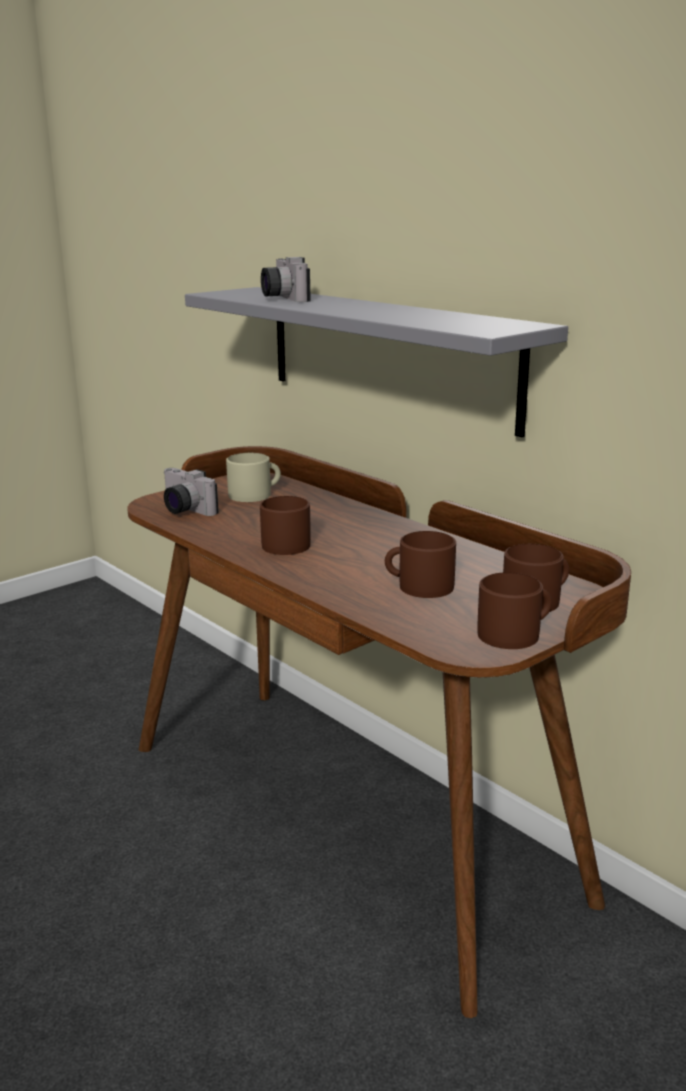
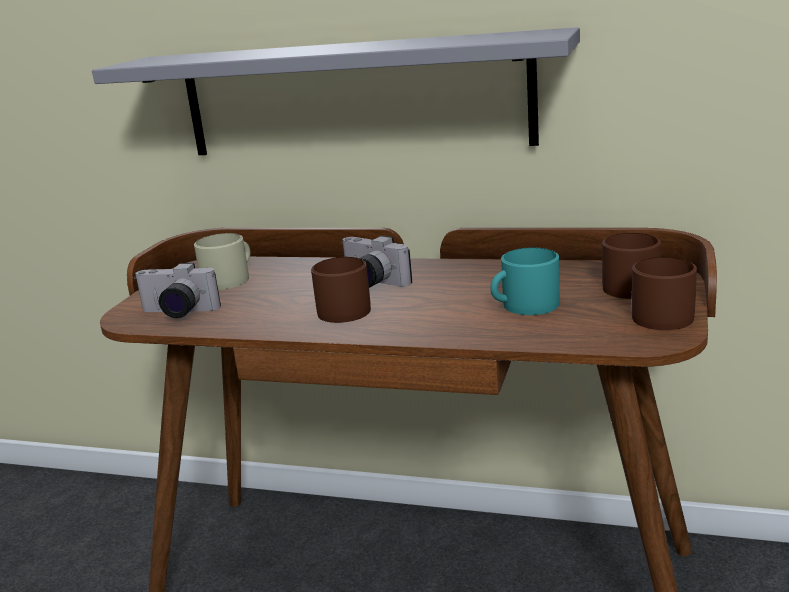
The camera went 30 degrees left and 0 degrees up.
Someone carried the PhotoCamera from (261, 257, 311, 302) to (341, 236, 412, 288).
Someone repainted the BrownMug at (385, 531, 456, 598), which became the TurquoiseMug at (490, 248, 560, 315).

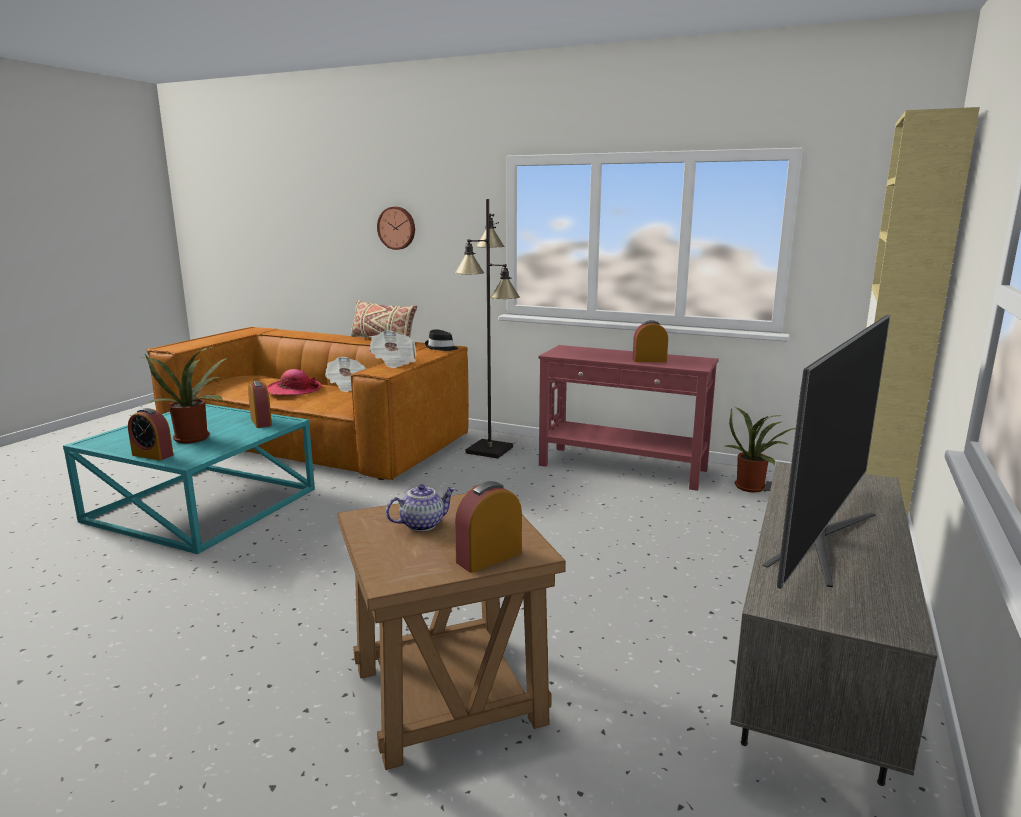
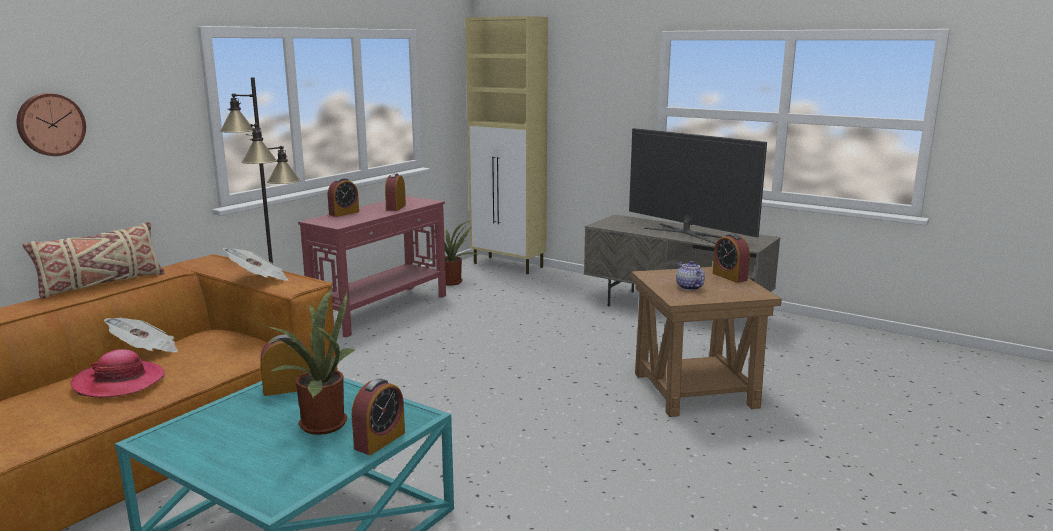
The camera went 80 degrees left and 0 degrees up.
Someone took away the BlackishWearableHat at (425, 329, 458, 351).
Someone put down the AlarmClock at (328, 178, 359, 217).

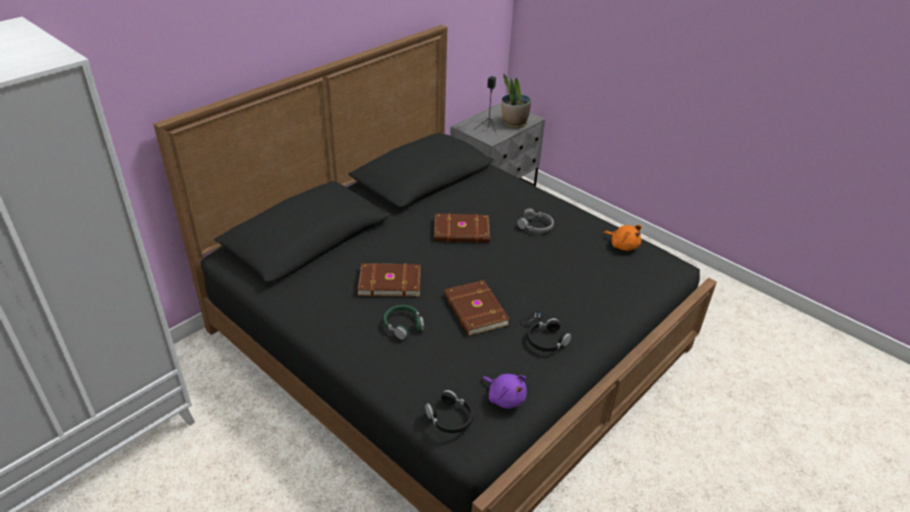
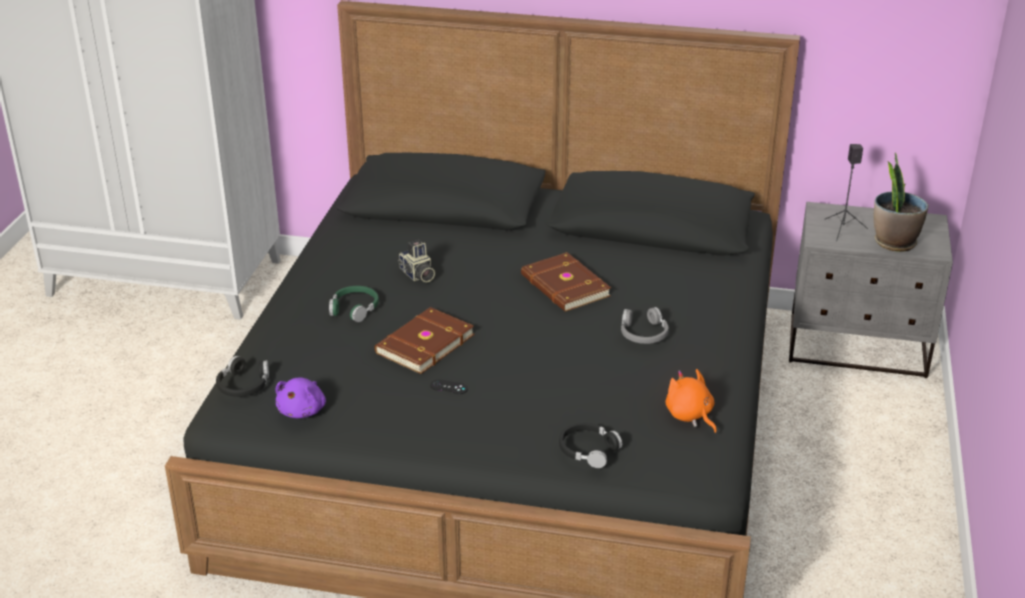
The camera went 60 degrees right and 5 degrees down.
Someone carried the BlackishHeadphones from (527, 318, 572, 352) to (559, 423, 622, 468).
Someone swapped the BrownBoundBook at (357, 263, 421, 297) for the PhotoCamera at (398, 240, 435, 282).
Someone rotated the OrangeColouredPlushToy at (604, 225, 642, 251) by 135 degrees clockwise.

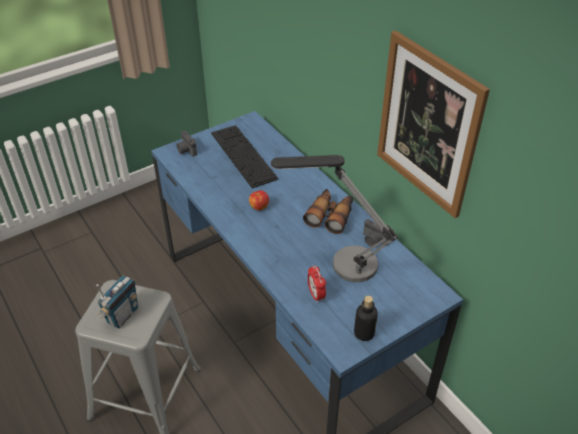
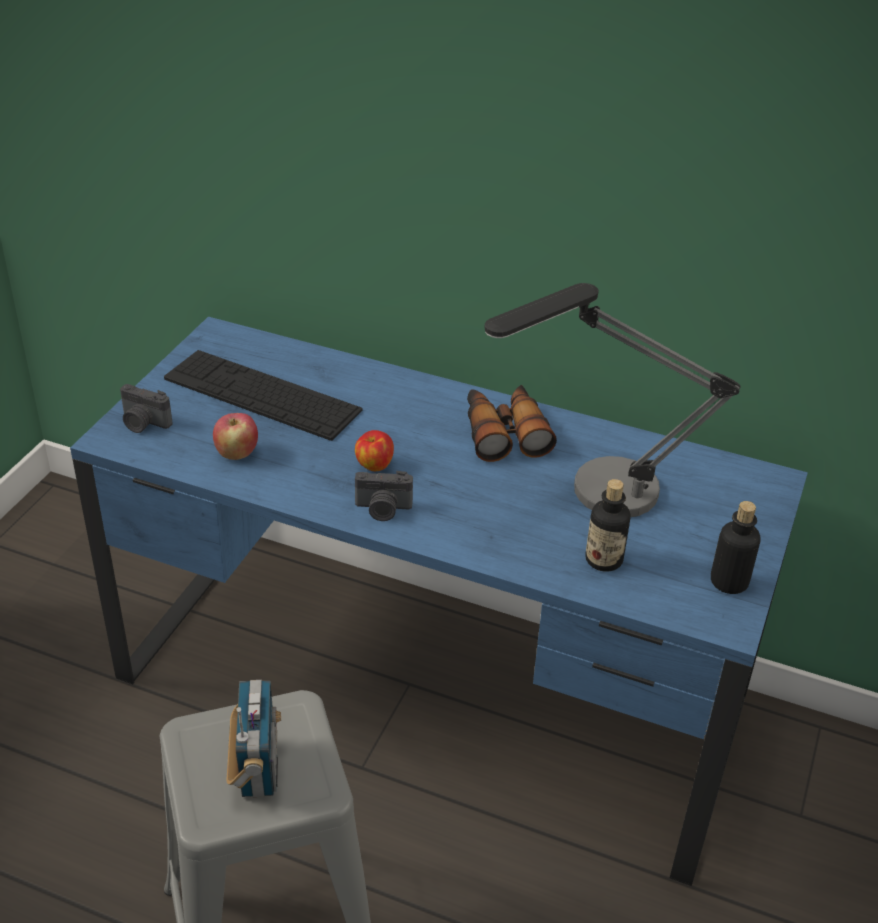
The camera went 35 degrees left and 5 degrees down.
Someone took away the WallPicture at (377, 30, 490, 218).
Someone put down the Apple at (213, 413, 258, 460).
Someone carried the PhotoCamera from (363, 219, 389, 247) to (355, 471, 413, 521).
Someone swapped the AlarmClock at (307, 265, 326, 302) for the DrinkBottle at (586, 479, 631, 572).

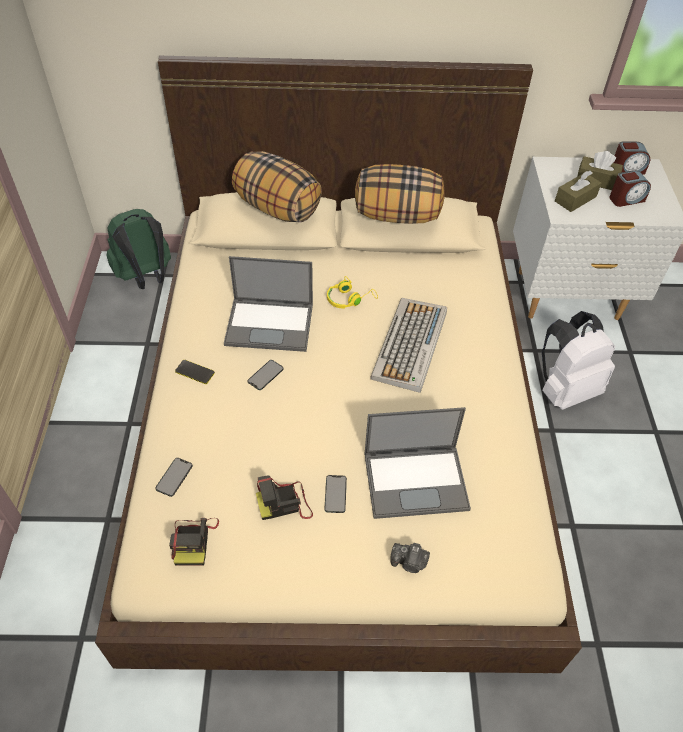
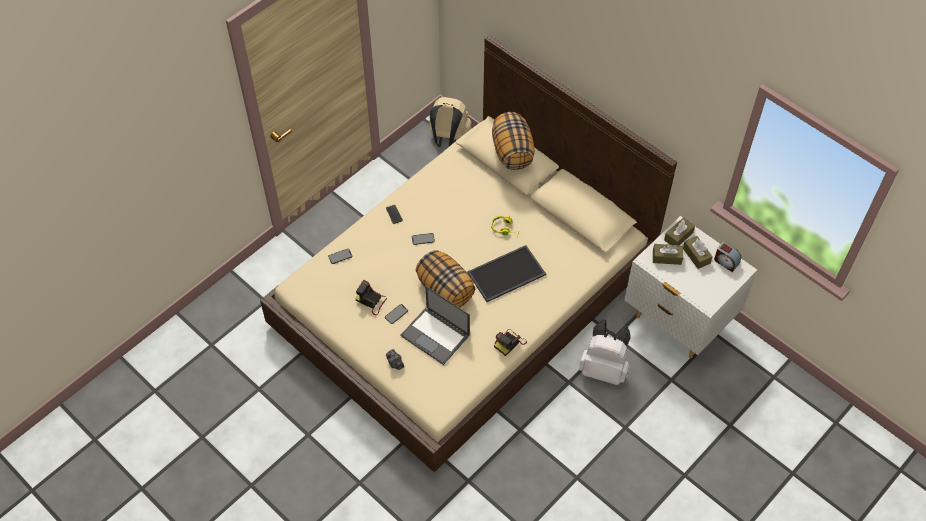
The camera went 45 degrees right and 5 degrees up.
Someone took away the NotebookComputer at (224, 256, 313, 352).
Someone took away the AlarmClock at (609, 170, 651, 207).
Someone put down the BrownTissueHolder at (664, 217, 695, 245).
Someone carried the PhotoCamera from (169, 518, 219, 566) to (494, 329, 527, 356).
Someone carried the Cushion from (355, 164, 445, 224) to (416, 250, 475, 308).
Someone swapped the Keyboard at (371, 298, 447, 393) for the ServingTray at (467, 245, 546, 302).
Someone repainted the GreenKnapsack at (106, 209, 171, 289), which became the BeigeKnapsack at (429, 97, 471, 147).

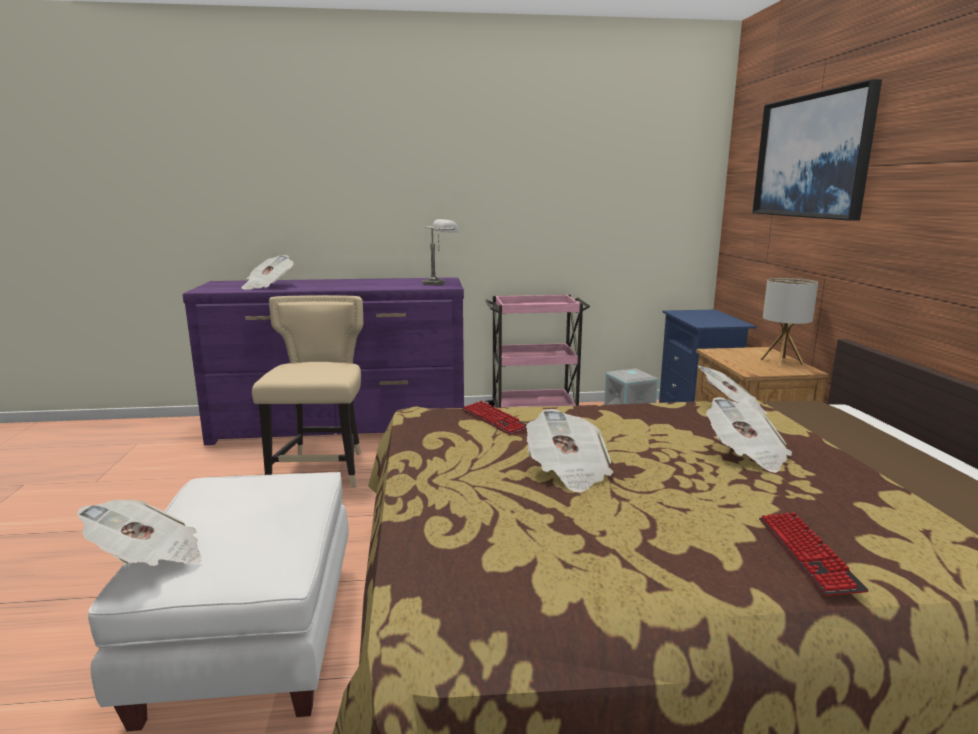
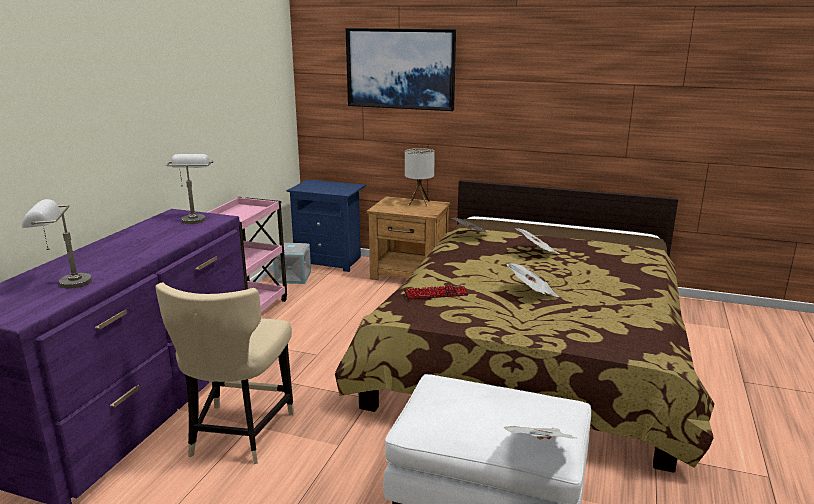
The camera went 65 degrees left and 5 degrees up.
Someone took away the Keyboard at (759, 512, 869, 596).
Someone swapped the Newspaper at (241, 255, 294, 290) for the GreyLampForATable at (22, 199, 92, 289).
Someone rotated the BeigePlainChair at (252, 295, 363, 488) by 105 degrees counterclockwise.

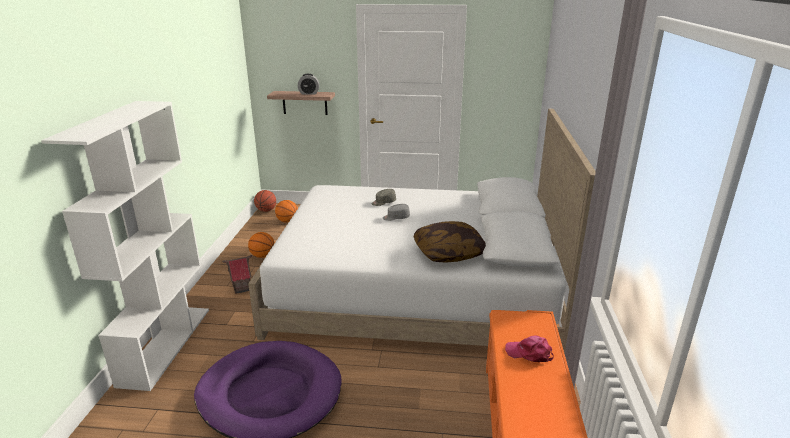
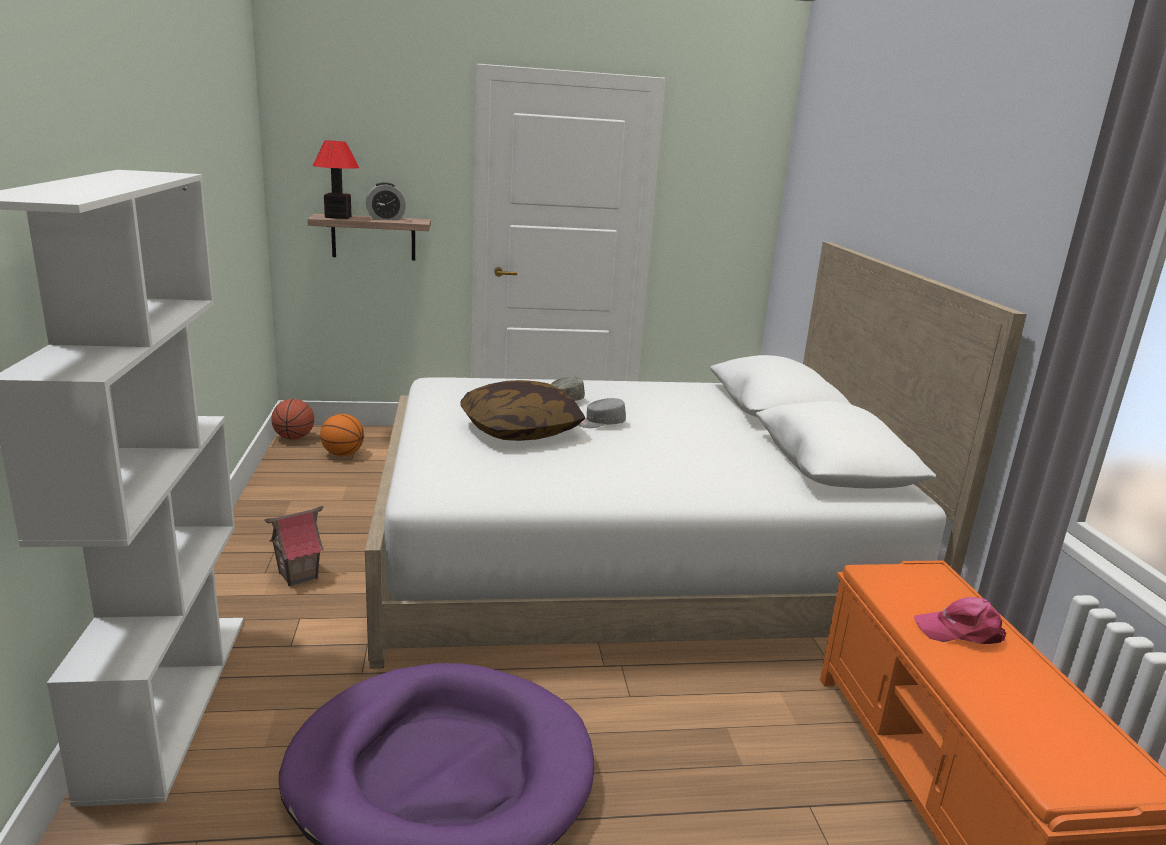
The camera went 15 degrees left and 5 degrees down.
Someone took away the BasketballBall at (248, 232, 275, 258).
Someone put down the LampForATable at (313, 141, 359, 219).
Someone carried the Cushion from (414, 221, 486, 262) to (460, 380, 585, 441).

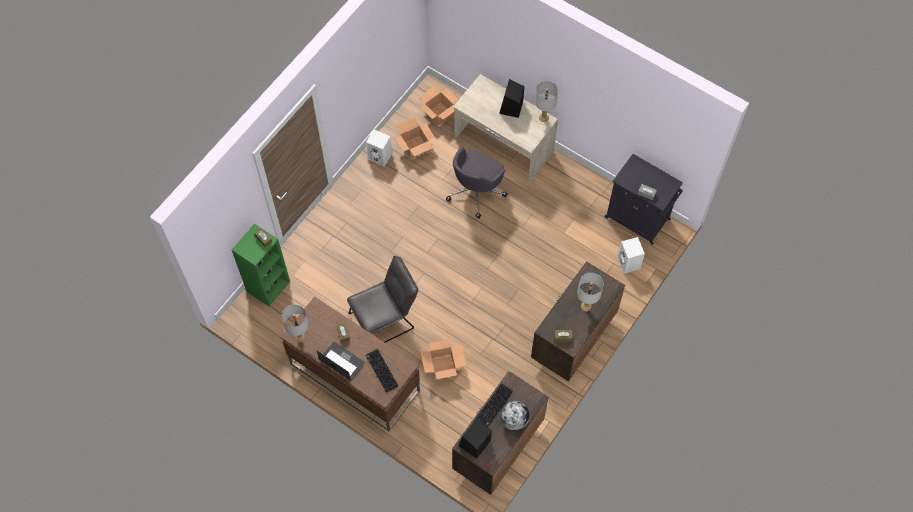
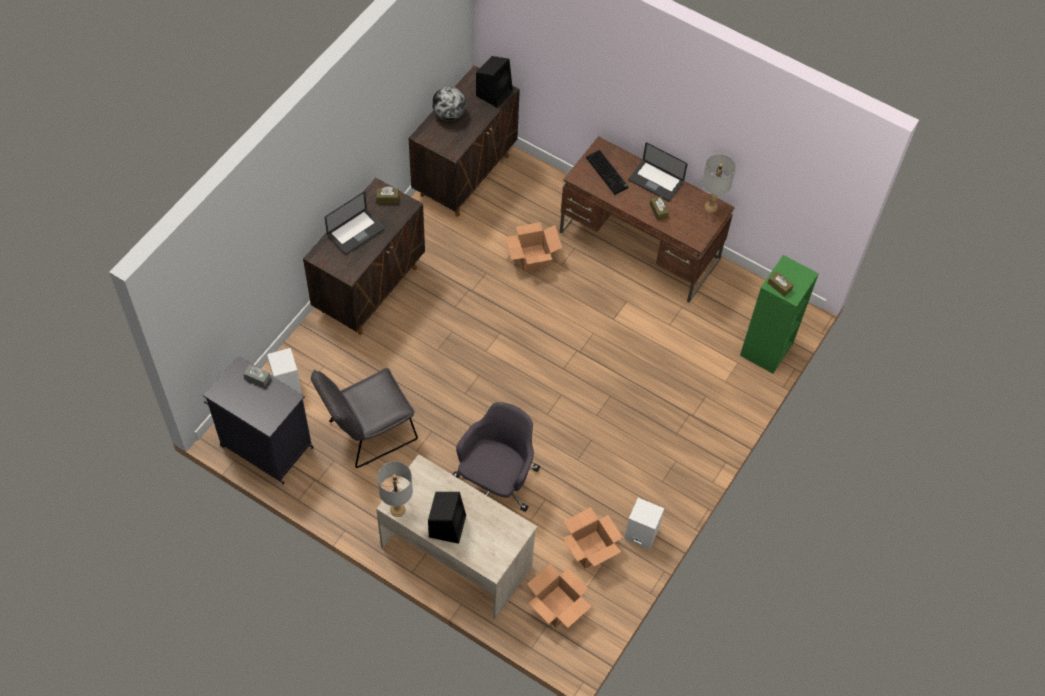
The camera went 175 degrees right and 5 degrees down.
Someone took away the Keyboard at (477, 384, 513, 427).
Someone carried the GreyPlainChair from (347, 256, 418, 343) to (311, 368, 418, 468).
Someone swapped the GreyLampForATable at (577, 273, 604, 311) for the NotebookComputer at (325, 191, 385, 254).

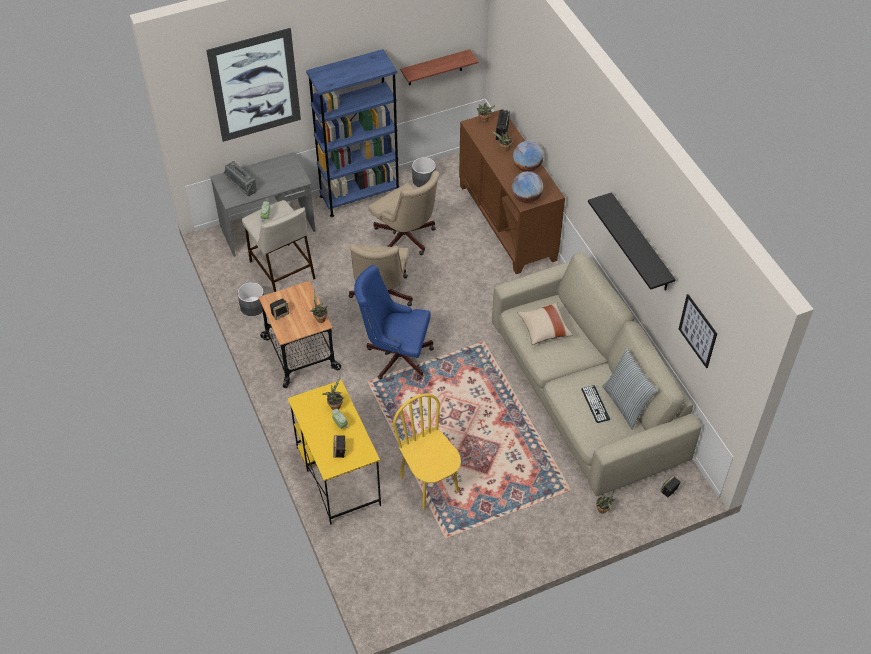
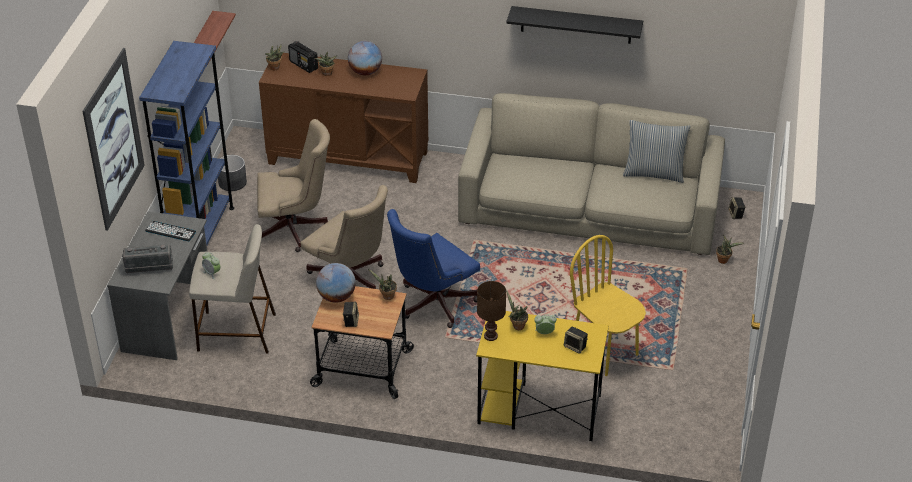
The camera went 55 degrees left and 10 degrees down.
Someone took away the GreyPlantPot at (237, 282, 264, 316).
Someone took away the BeigeCushion at (518, 302, 573, 345).
Someone took away the WallPicture at (679, 294, 717, 368).
Someone put down the BrownLampForATable at (477, 281, 506, 341).
Someone carried the Globe from (512, 171, 543, 203) to (316, 263, 356, 303).
Someone carried the Keyboard from (581, 385, 610, 423) to (145, 221, 196, 241).
Someone rotated the YellowColouredPlainChair at (393, 394, 461, 510) by 45 degrees clockwise.

